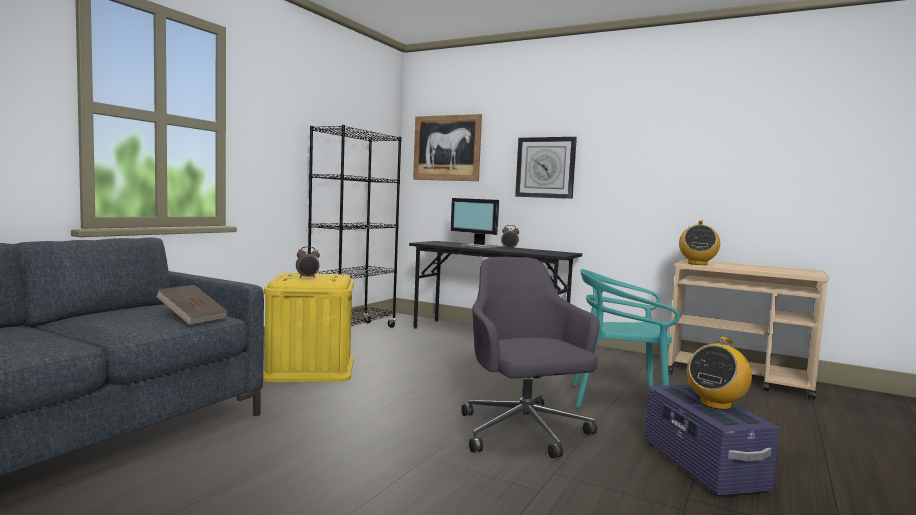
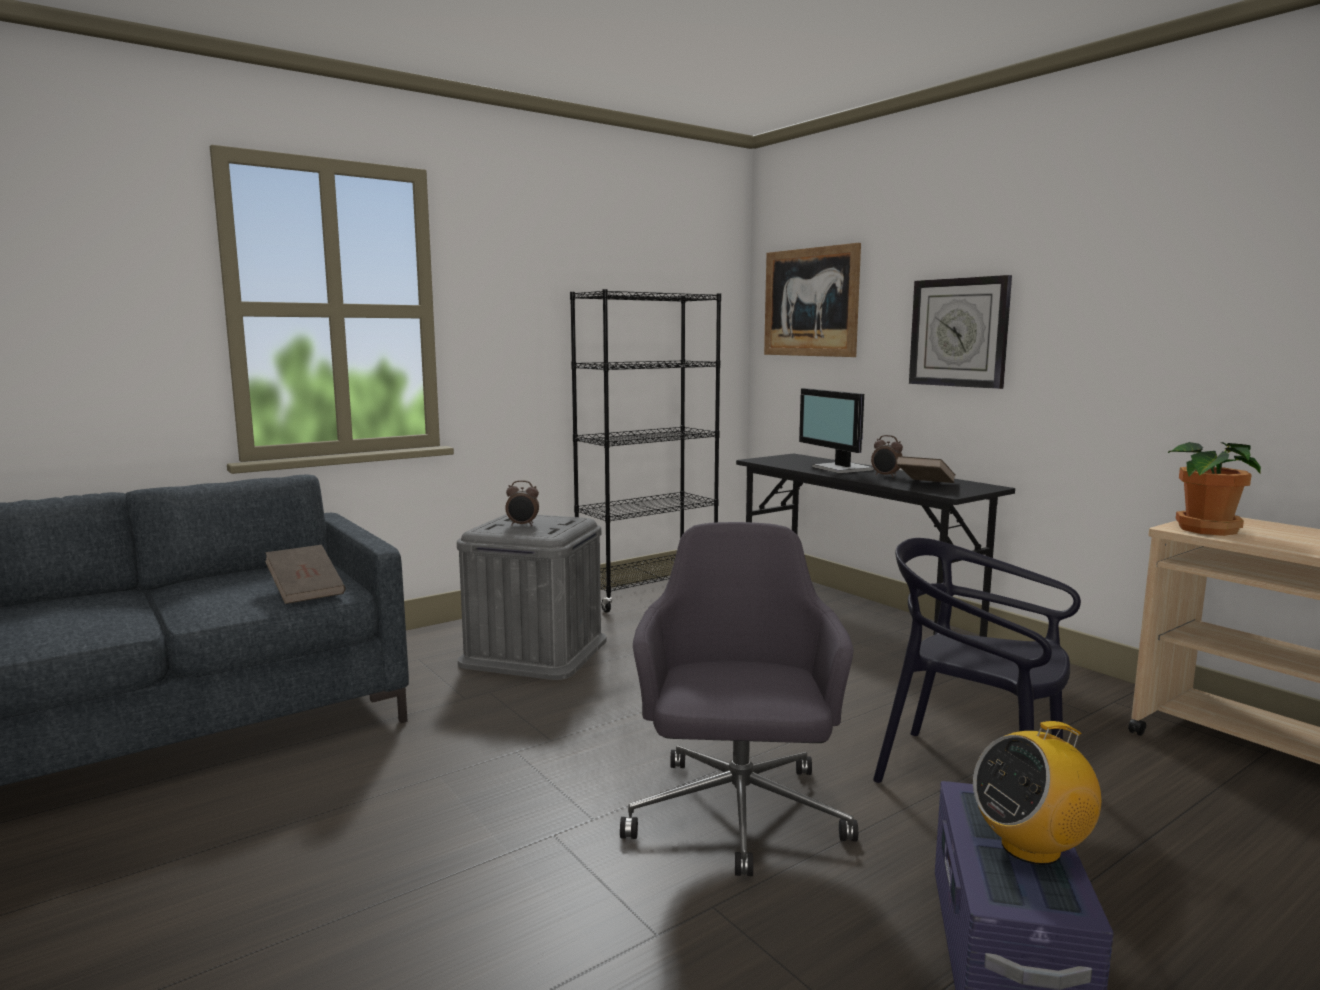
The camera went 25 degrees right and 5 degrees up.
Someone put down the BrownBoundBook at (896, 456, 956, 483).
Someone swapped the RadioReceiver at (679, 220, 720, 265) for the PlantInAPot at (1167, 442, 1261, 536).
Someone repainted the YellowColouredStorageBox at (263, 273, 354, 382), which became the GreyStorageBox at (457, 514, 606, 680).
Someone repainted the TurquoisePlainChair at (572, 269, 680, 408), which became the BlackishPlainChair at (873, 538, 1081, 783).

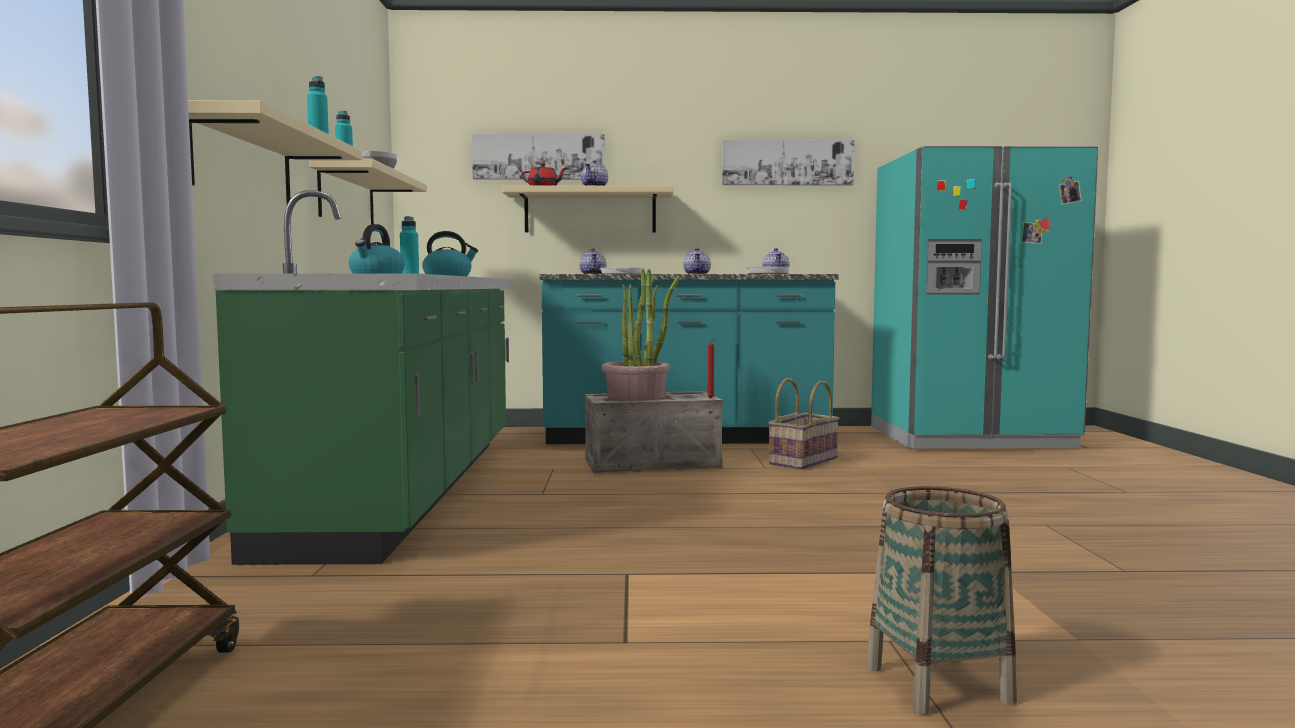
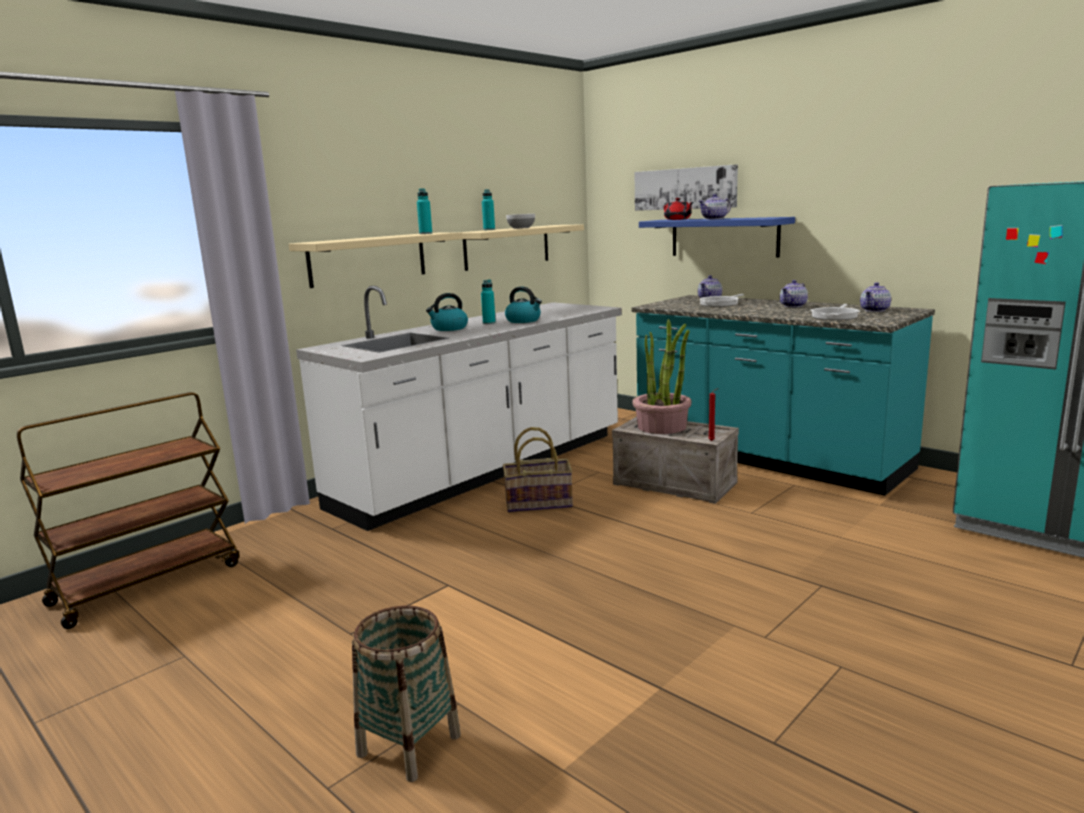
The camera went 45 degrees right and 10 degrees up.
Someone took away the WallPicture at (722, 140, 854, 185).
Someone carried the StorageBasket from (768, 378, 839, 470) to (503, 427, 573, 513).
Someone repainted the GreenKitchenBaseUnit at (213, 190, 512, 565), which became the WhitishKitchenBaseUnit at (296, 286, 622, 531).
Someone repainted the BeigeWallShelf at (502, 185, 673, 233), which became the BlueColouredWallShelf at (639, 217, 795, 258).

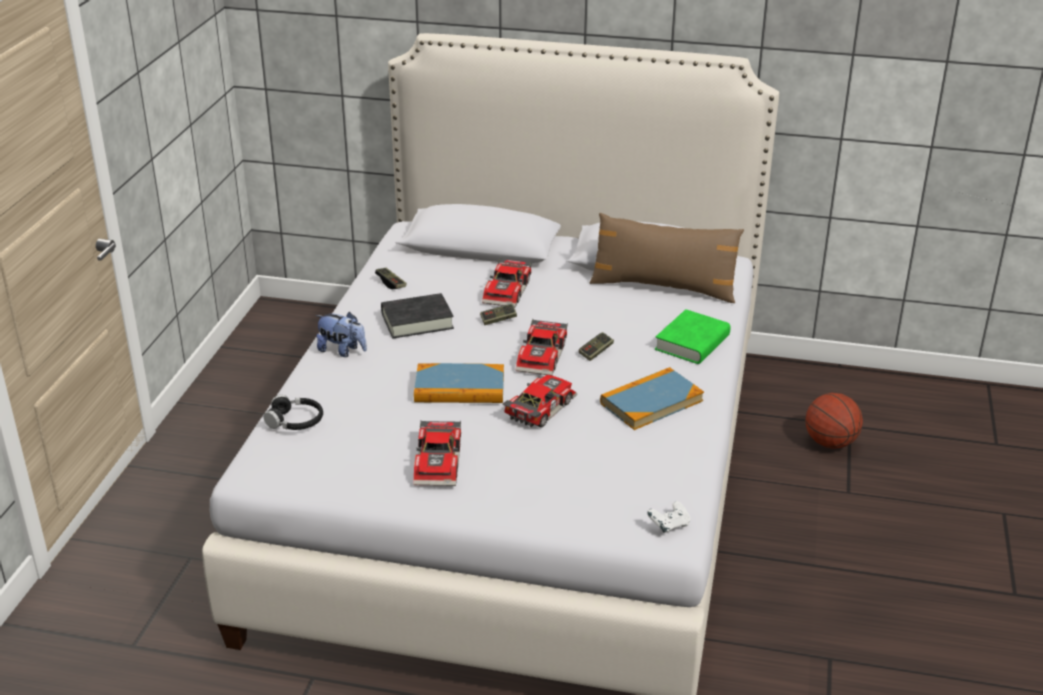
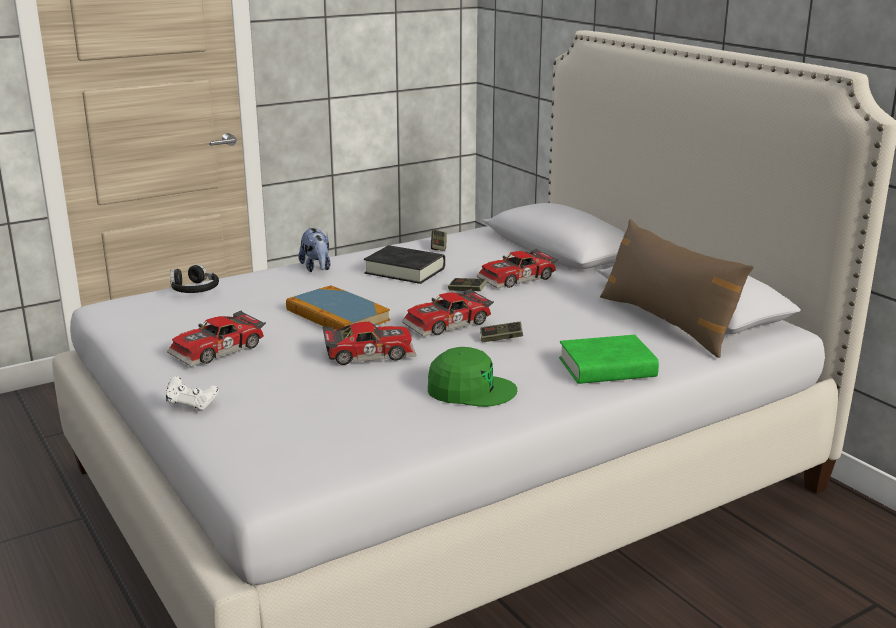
The camera went 45 degrees right and 10 degrees down.
Someone took away the BasketballBall at (805, 393, 863, 449).
Someone carried the WhitishJoypad from (647, 501, 691, 533) to (166, 376, 219, 411).
Someone swapped the BoundBook at (600, 367, 704, 430) for the GreenPeakedCap at (428, 347, 517, 407).

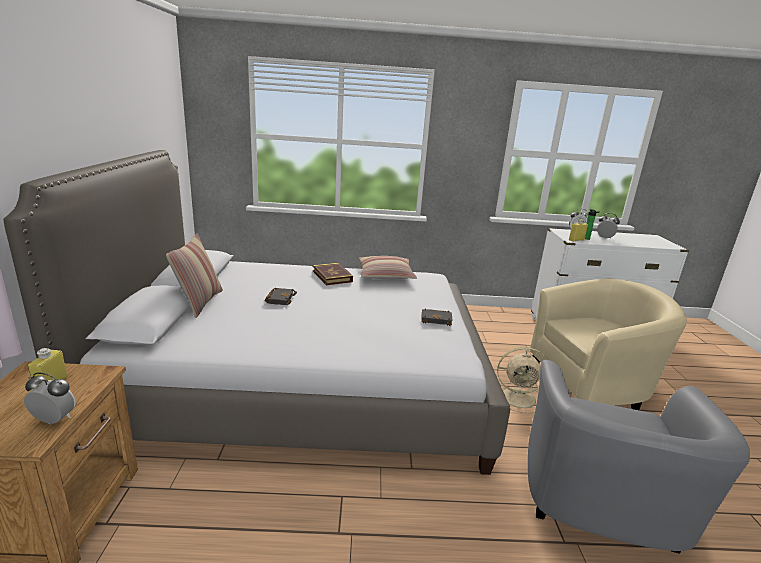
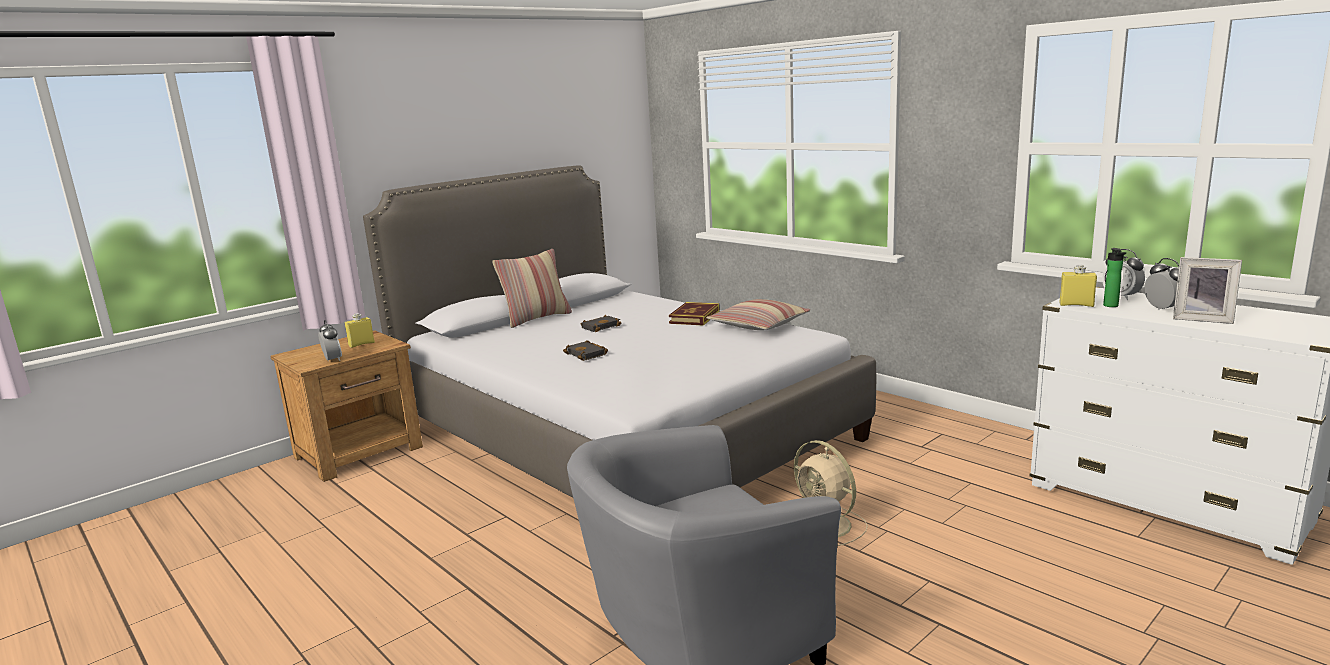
The camera went 50 degrees right and 5 degrees down.
Someone took away the BeigeEasyChair at (530, 279, 687, 410).
Someone put down the StandingFrame at (1173, 257, 1242, 324).
Someone carried the BlackishBoundBook from (421, 308, 453, 326) to (563, 340, 608, 361).

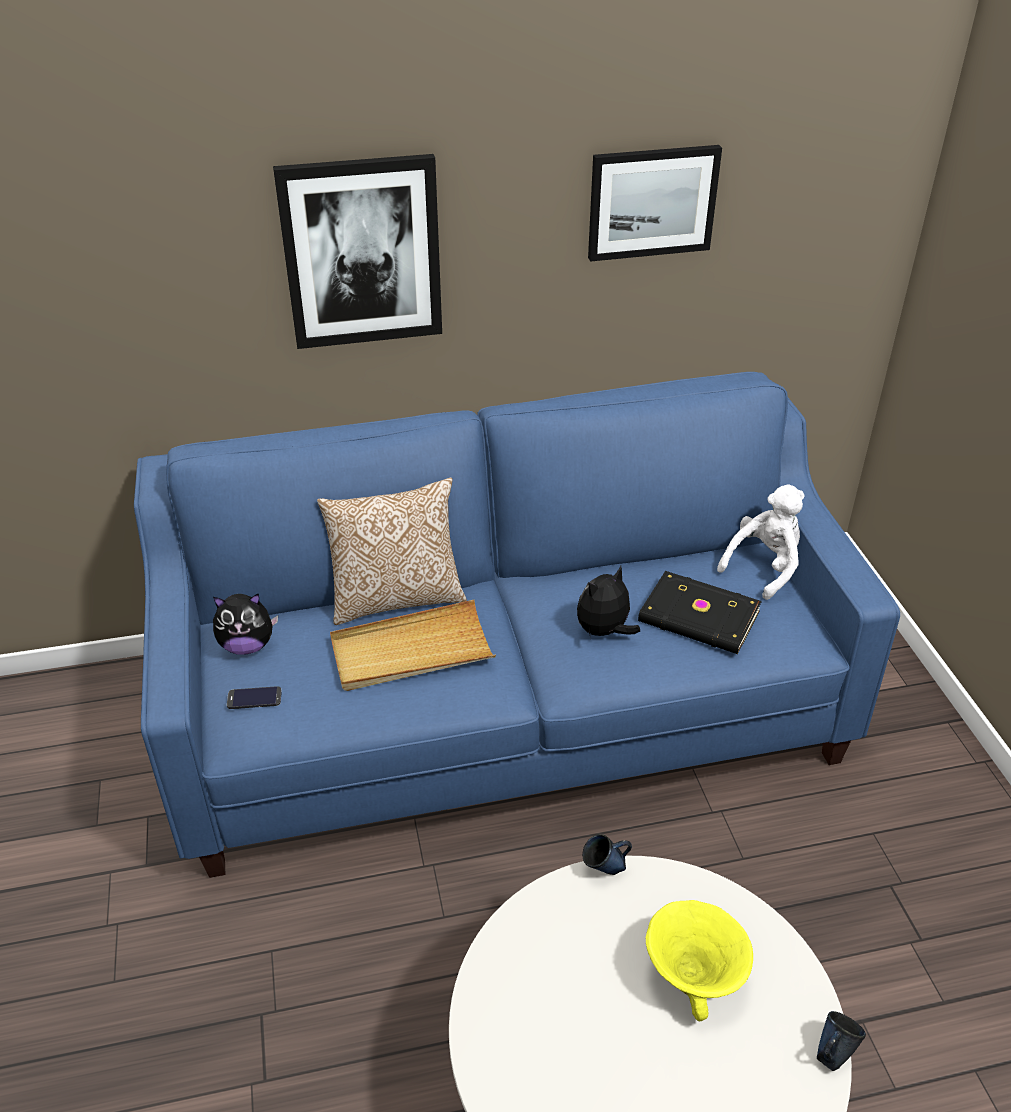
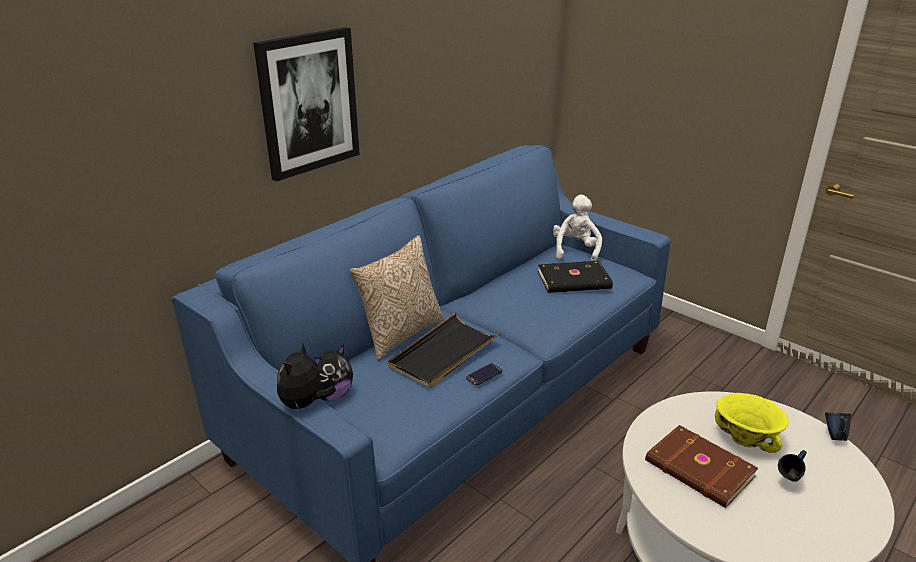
The camera went 35 degrees left and 10 degrees down.
Someone took away the WallPicture at (588, 145, 722, 262).
Someone put down the BrownBoundBook at (645, 425, 758, 508).
Someone carried the Phone from (227, 686, 282, 709) to (466, 363, 503, 385).
Someone carried the PlushToy from (577, 566, 640, 636) to (277, 342, 336, 411).
Someone carried the BlueColouredMug from (582, 834, 632, 875) to (778, 450, 807, 482).
Someone repainted the BeigeServingTray at (330, 600, 496, 691), which became the BlackishServingTray at (388, 313, 501, 388).

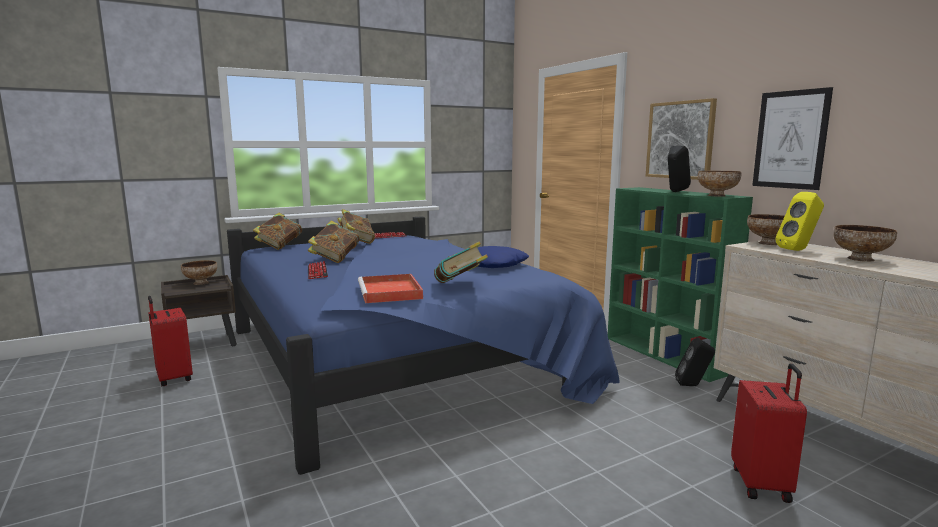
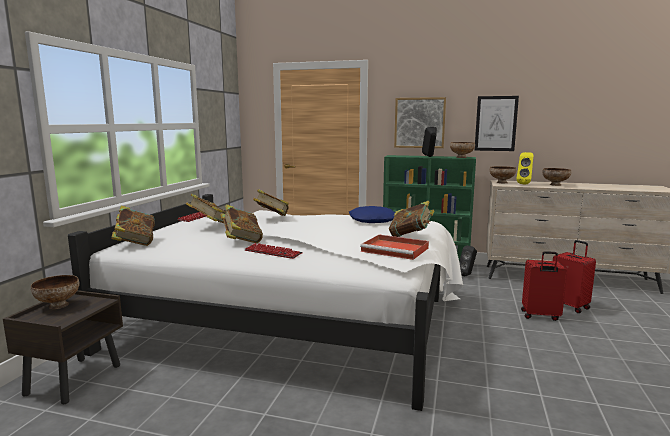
The camera went 45 degrees left and 0 degrees up.
Someone put down the BoundBook at (253, 189, 289, 216).
Someone carried the RedTravelCase from (148, 296, 193, 386) to (521, 251, 567, 321).
Someone repainted the BlueColouredBed at (227, 216, 620, 475), which became the WhitishBed at (68, 194, 463, 411).

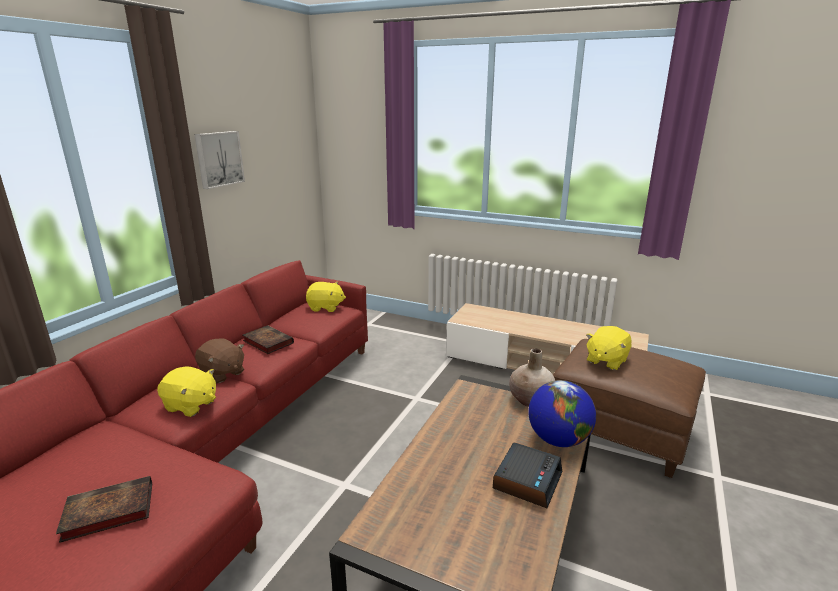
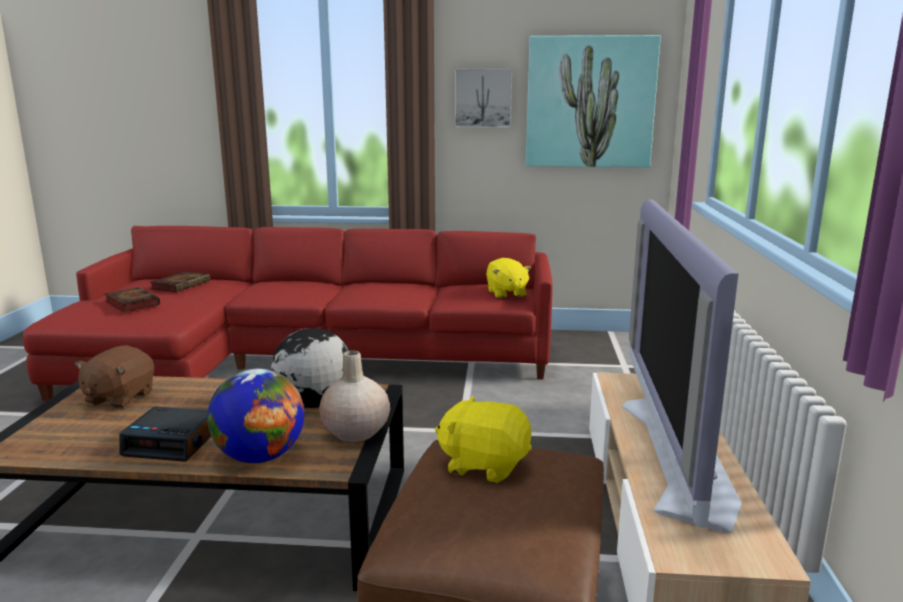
The camera went 70 degrees right and 5 degrees down.
Someone took away the YellowColouredPlushToy at (157, 366, 216, 417).
Someone put down the Globe at (271, 328, 349, 408).
Someone put up the WallPicture at (526, 35, 661, 167).
Someone put down the Television at (623, 199, 741, 533).
Someone carried the BrownPlushToy from (195, 339, 244, 383) to (75, 345, 154, 409).
Someone carried the BoundBook from (243, 325, 294, 354) to (149, 272, 210, 292).

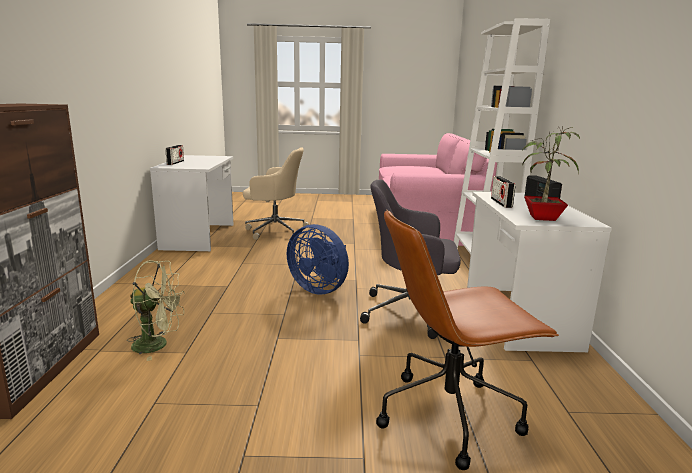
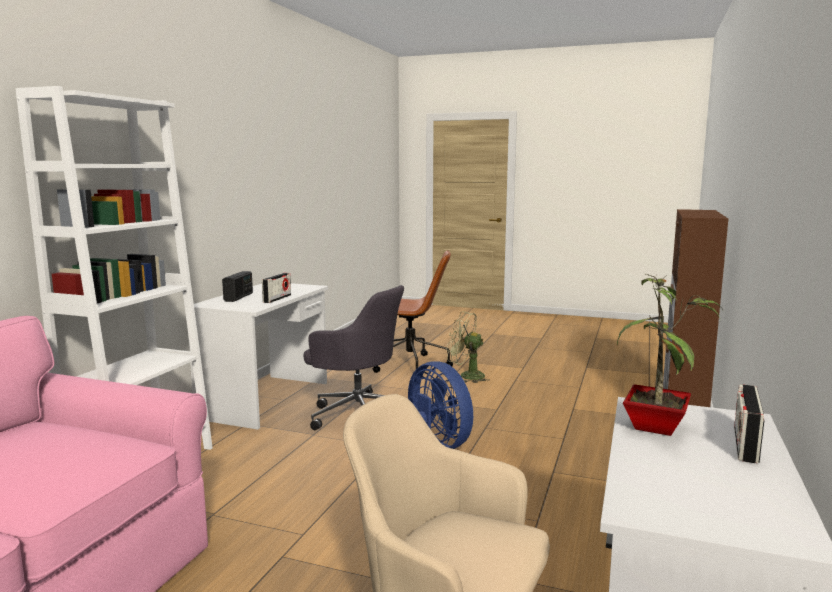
The camera went 160 degrees left and 5 degrees down.
Someone carried the GreenFan from (127, 260, 185, 361) to (447, 311, 490, 383).
Someone carried the PlantInAPot from (522, 126, 580, 221) to (617, 274, 723, 436).

